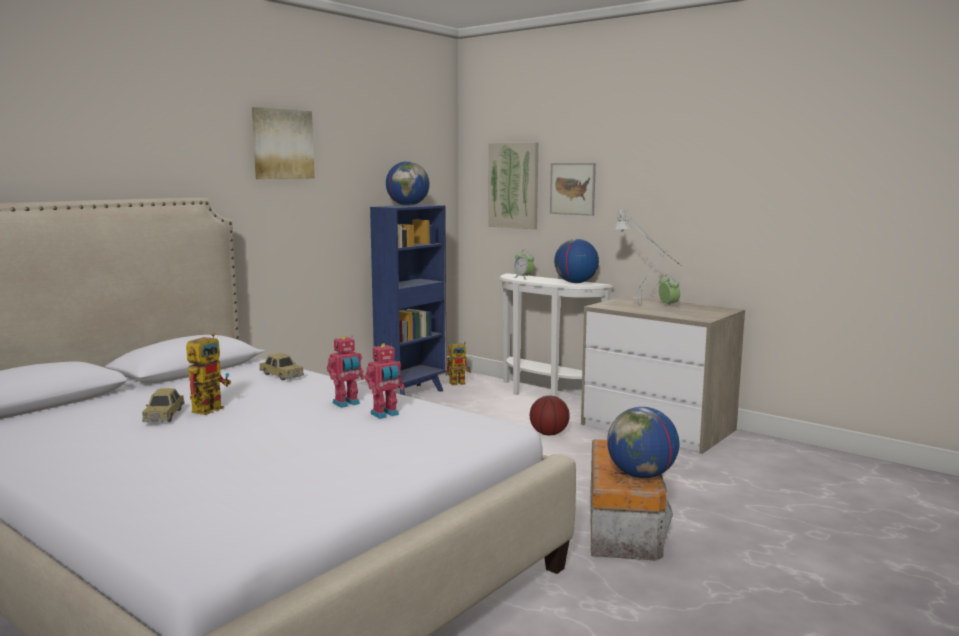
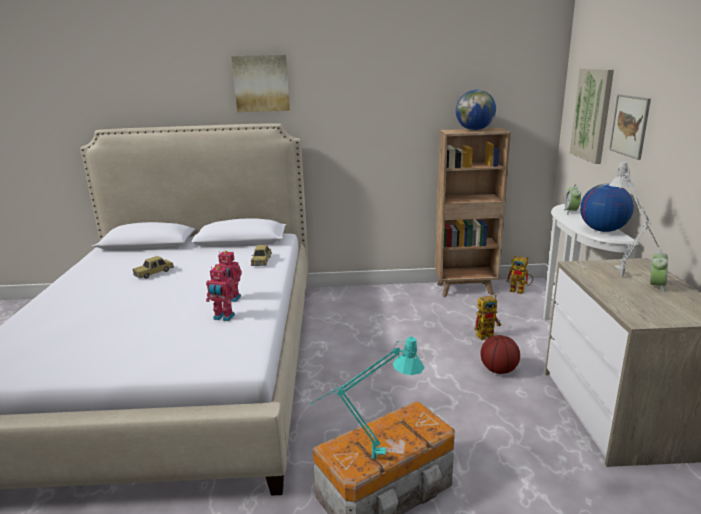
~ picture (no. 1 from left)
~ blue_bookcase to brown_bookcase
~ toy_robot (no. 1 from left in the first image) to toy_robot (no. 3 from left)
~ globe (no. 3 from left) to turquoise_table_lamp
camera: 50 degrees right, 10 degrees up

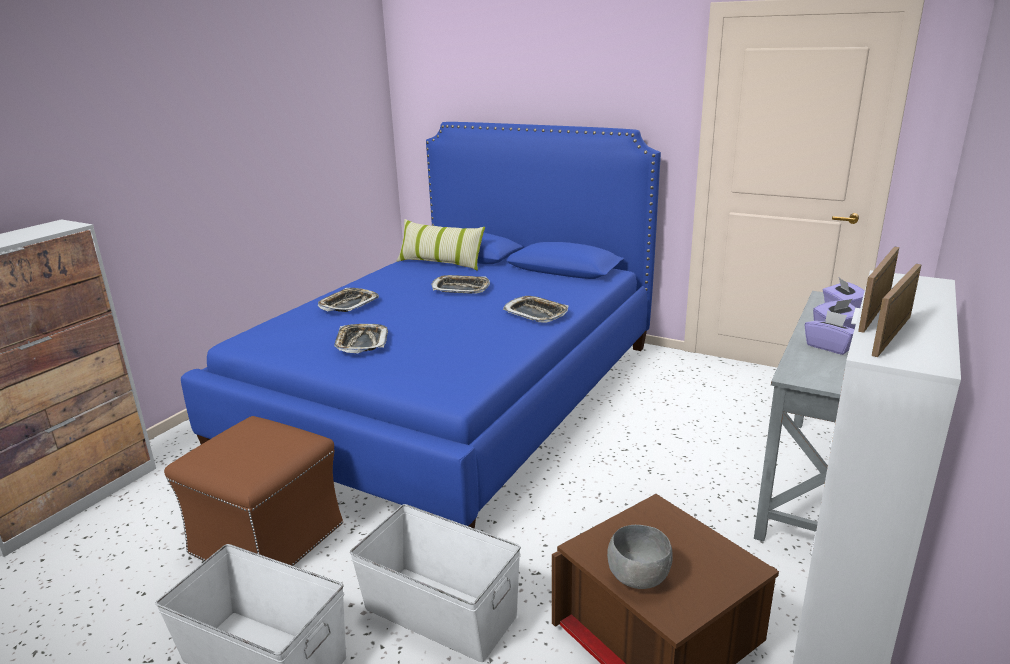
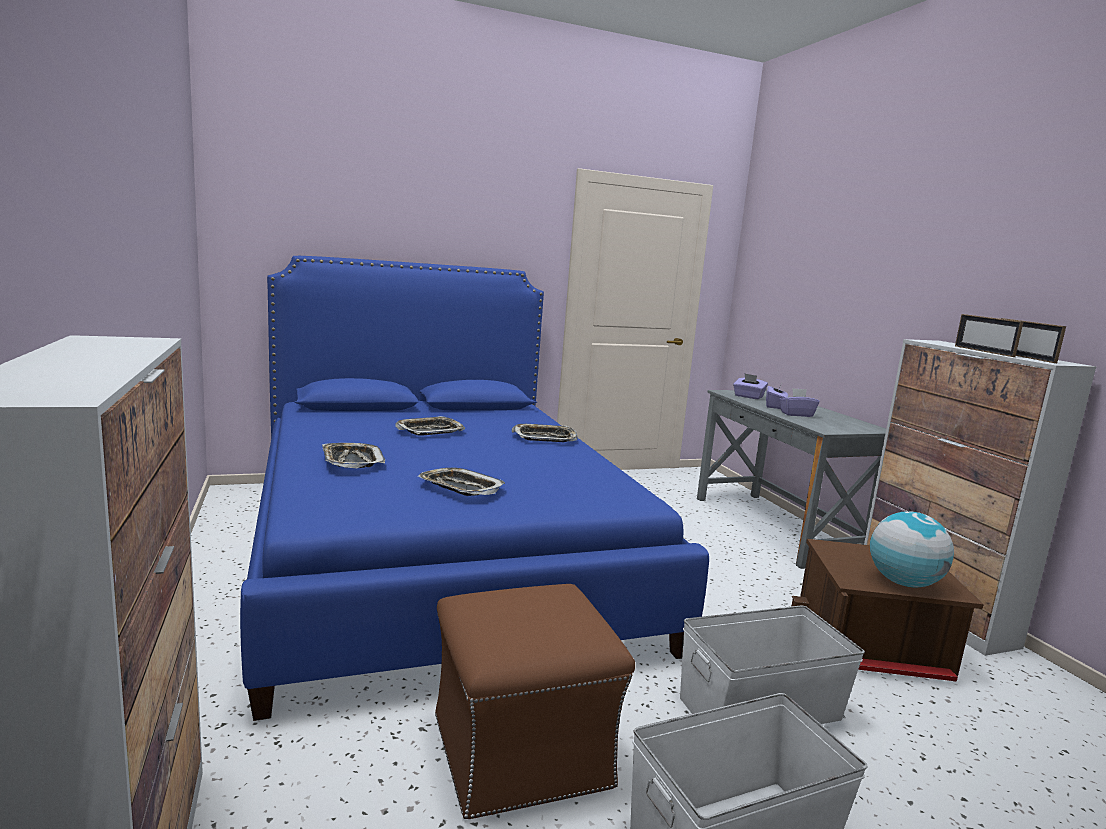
- pillow
~ grey_bowl to globe
camera: 50 degrees left, 10 degrees down

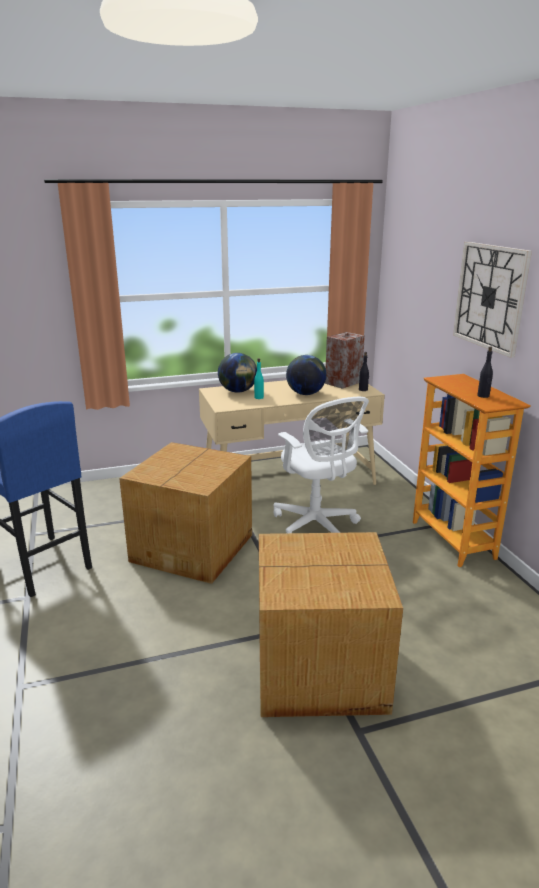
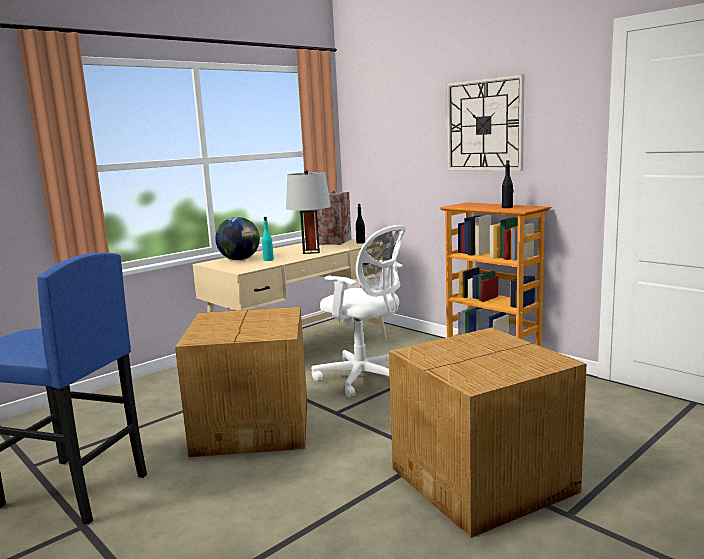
~ globe (no. 2 from left) to grey_table_lamp
camera: 25 degrees left, 10 degrees down

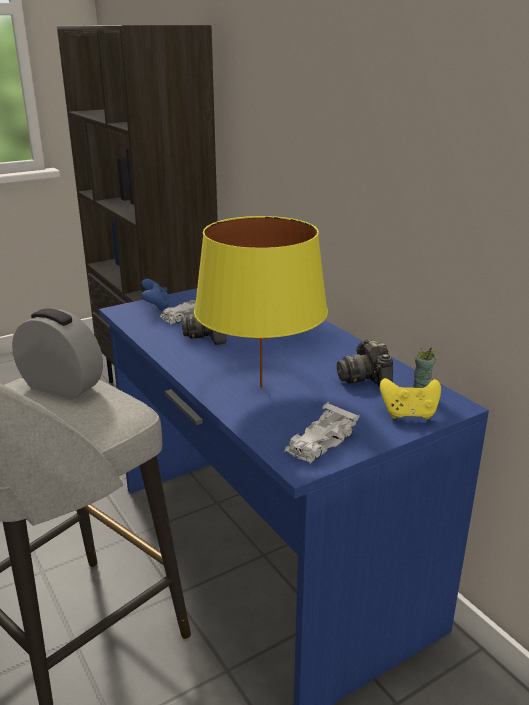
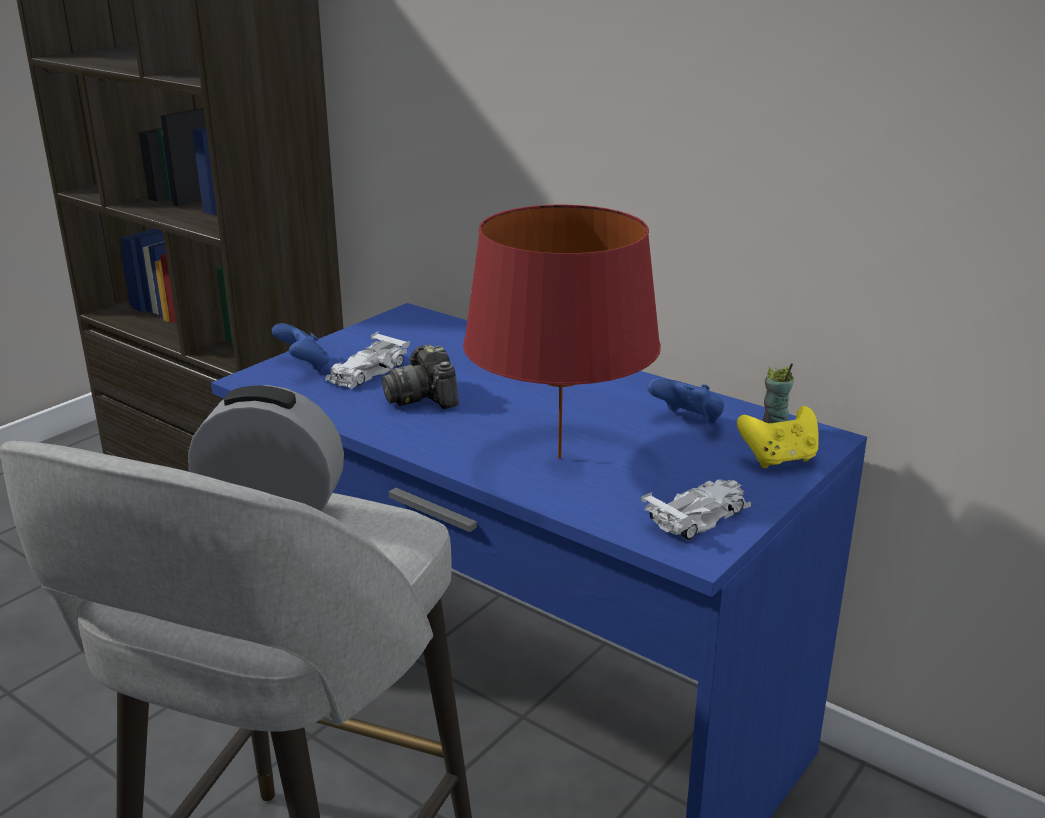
~ yellow_table_lamp to red_table_lamp
~ photo_camera (no. 2 from left) to blue_game_controller (no. 2 from left)
~ white_toy_car (no. 2 from left) 150 degrees counterclockwise
camera: 20 degrees left, 0 degrees up

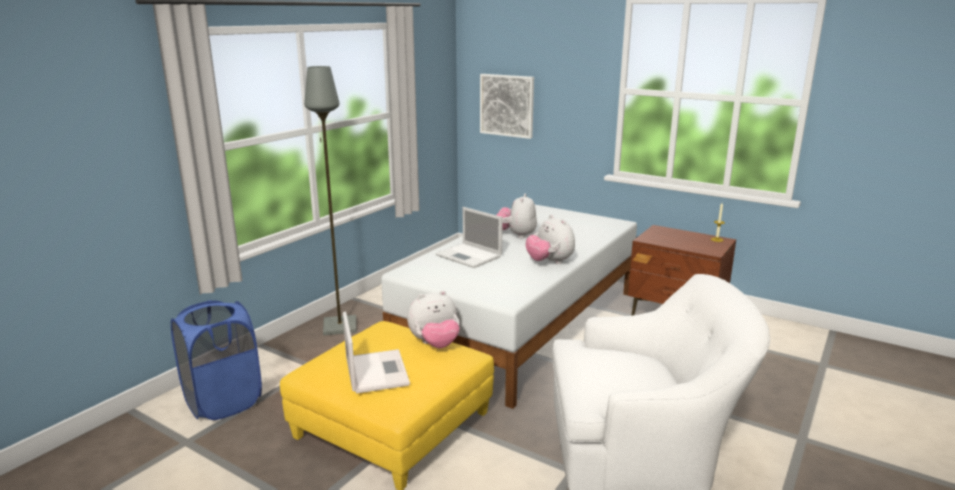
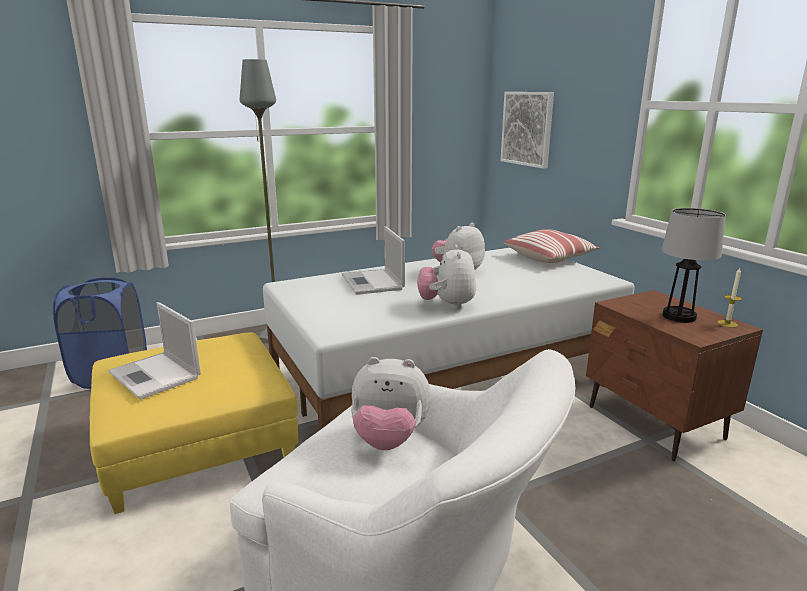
~ plush_toy (no. 1 from left)
~ laptop (no. 1 from left) 120 degrees clockwise
+ table_lamp
+ pillow
camera: 30 degrees right, 0 degrees up

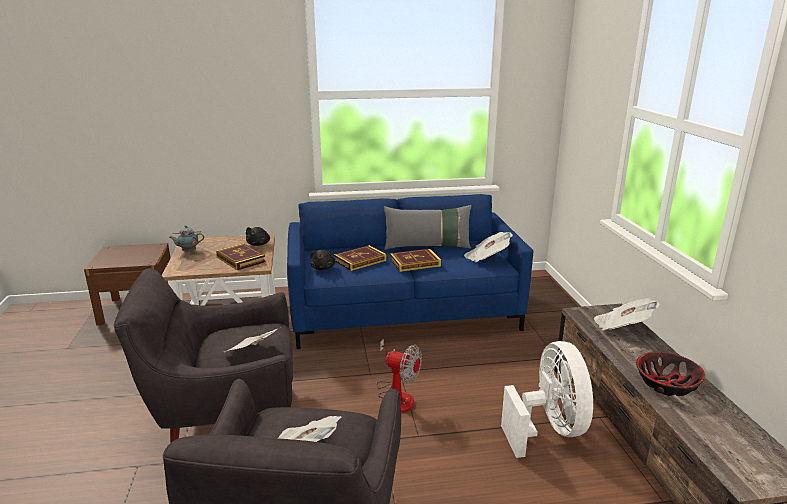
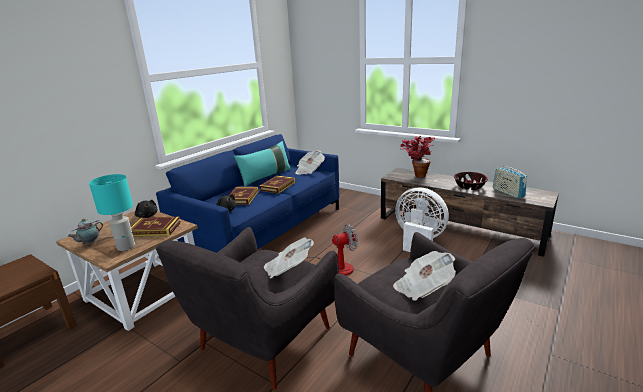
~ grey_pillow to turquoise_pillow
~ newspaper (no. 4 from left) to potted_plant
+ radio
+ turquoise_table_lamp
camera: 45 degrees left, 0 degrees up

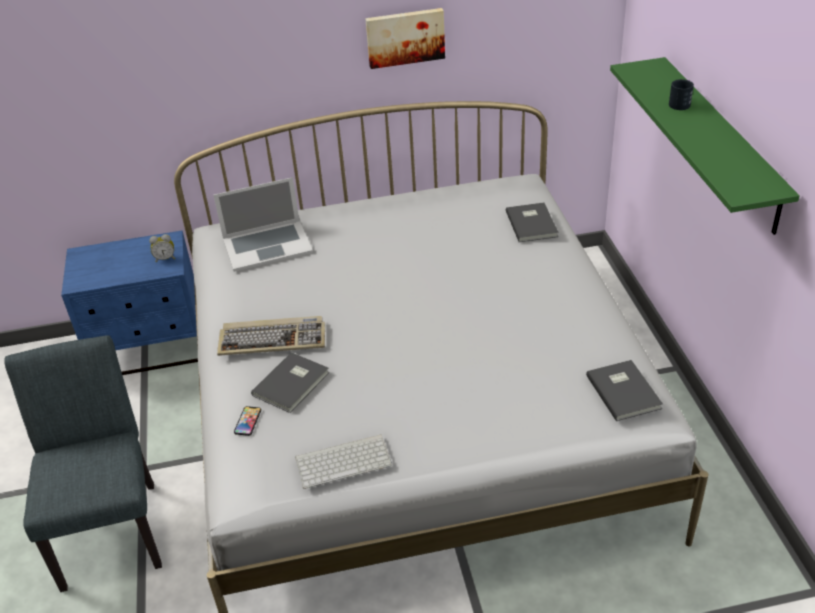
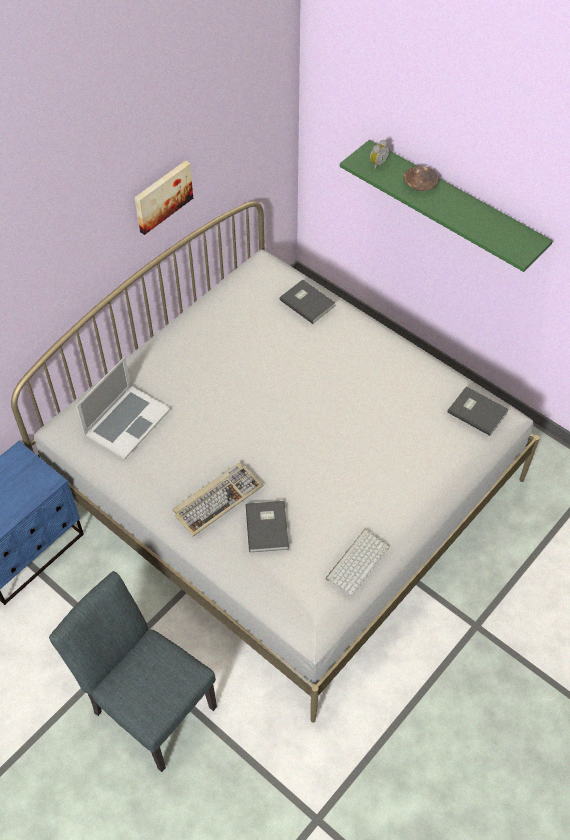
~ black_mug to brown_bowl
~ alarm_clock
- phone
camera: 40 degrees left, 15 degrees up

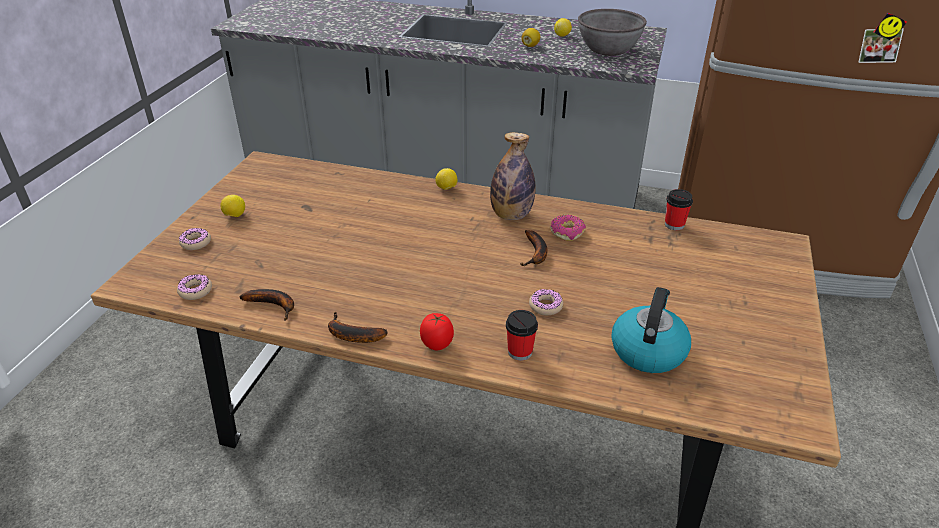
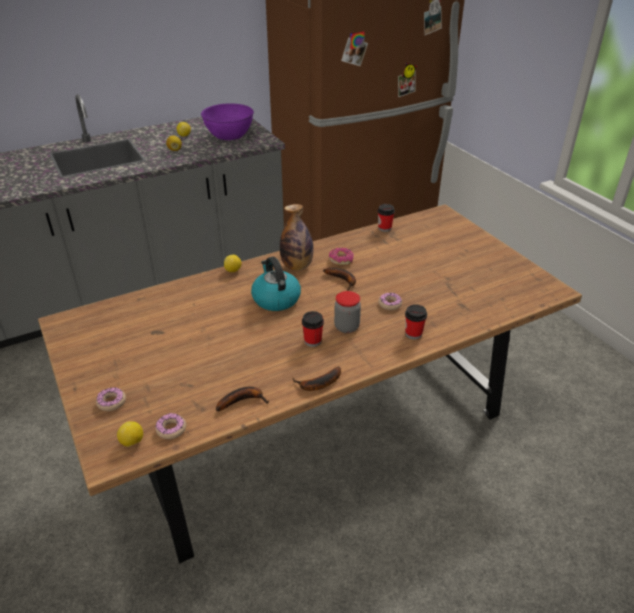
~ grey_bowl to purple_bowl
~ lemon (no. 1 from left)
~ kettle
- tomato
+ jar
+ cup (no. 1 from left)
camera: 45 degrees left, 0 degrees up

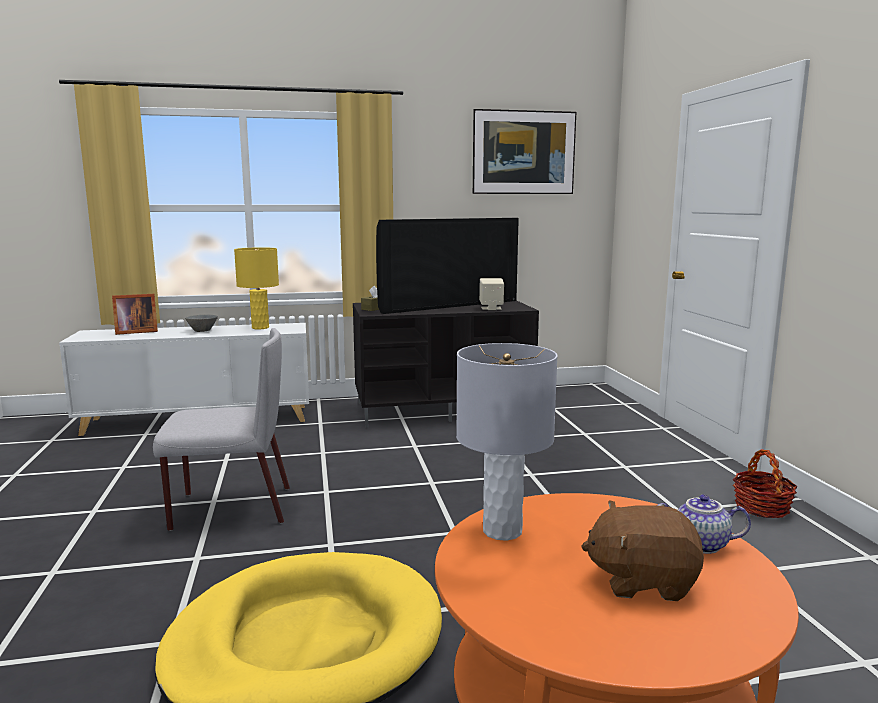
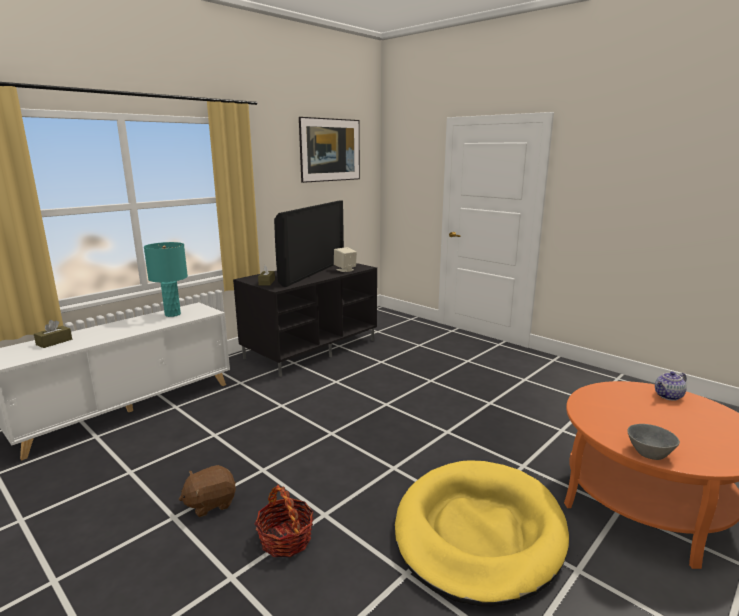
~ yellow_table_lamp to turquoise_table_lamp
~ picture_frame to brown_tissue_box (no. 1 from left)
~ grey_bowl
- grey_chair
- grey_table_lamp
~ basket
~ brown_plush_toy
camera: 35 degrees left, 5 degrees up

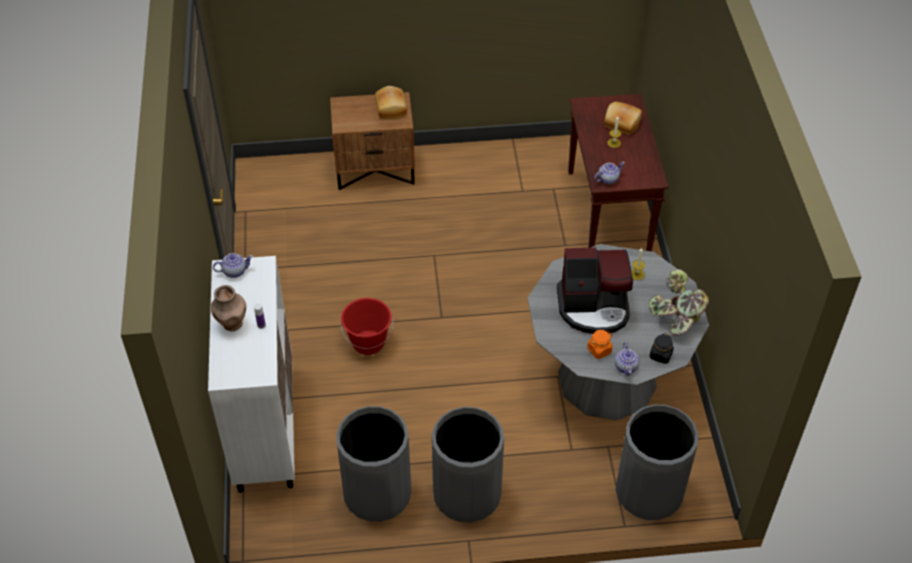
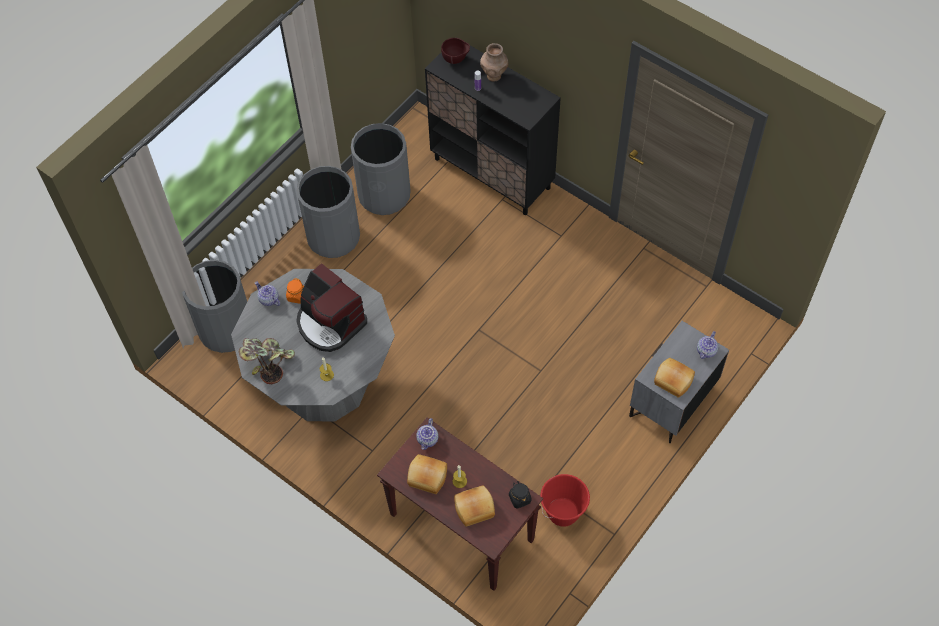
~ brown_nightstand to grey_nightstand
~ coffee_machine 90 degrees counterclockwise
~ teapot (no. 1 from left in the first image) to teapot (no. 3 from left)
~ white_cabinet to black_cabinet
~ red_bucket
~ black_jar
+ brown_bowl
+ bread (no. 1 from left)
camera: 135 degrees right, 10 degrees up

